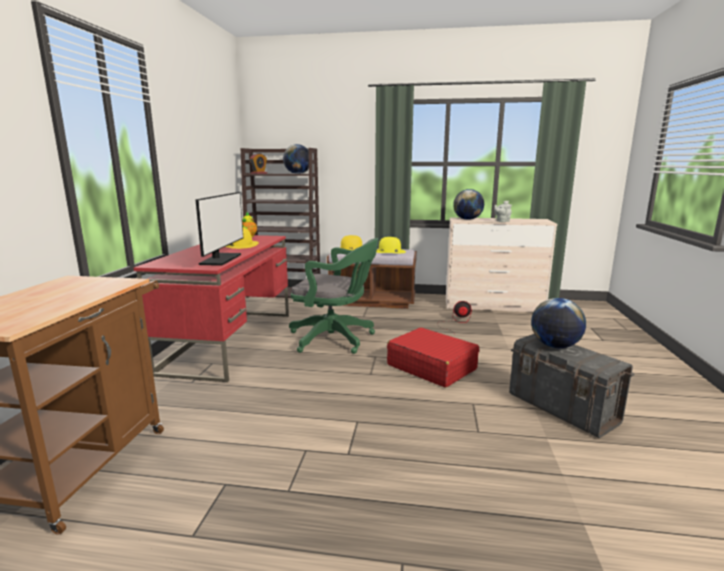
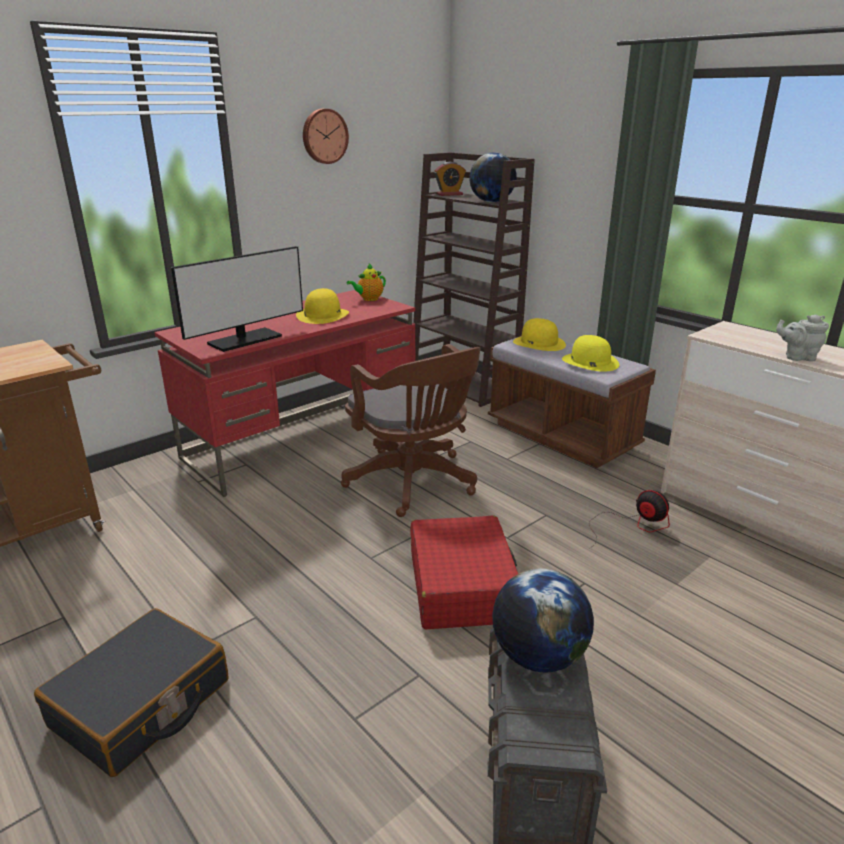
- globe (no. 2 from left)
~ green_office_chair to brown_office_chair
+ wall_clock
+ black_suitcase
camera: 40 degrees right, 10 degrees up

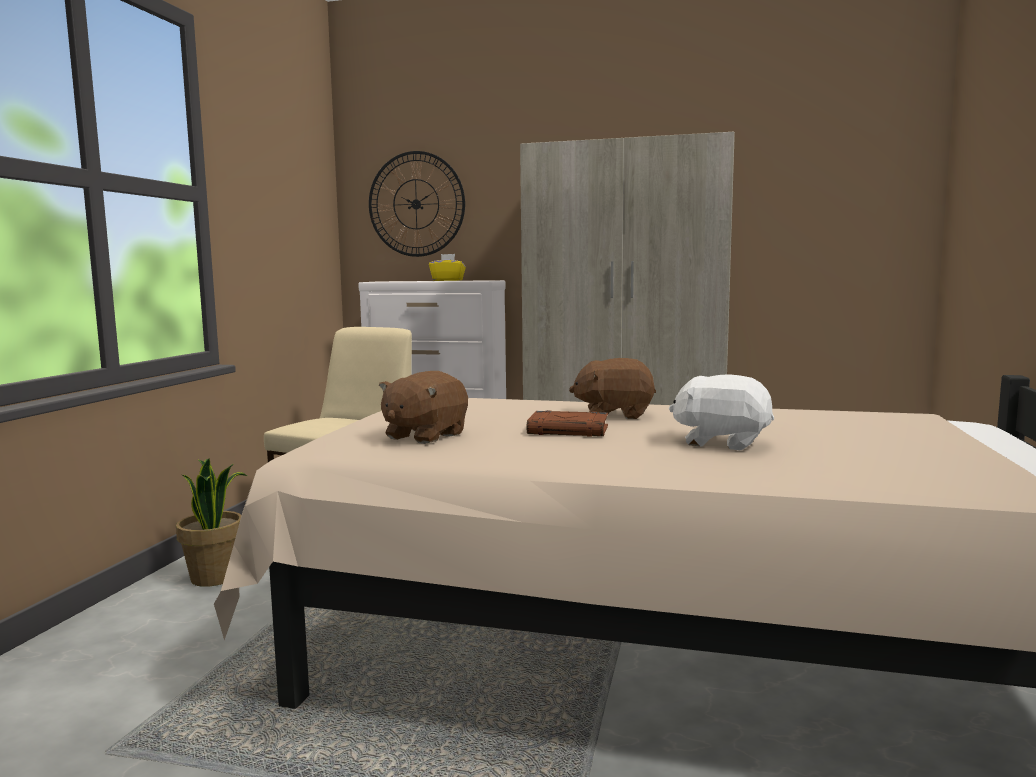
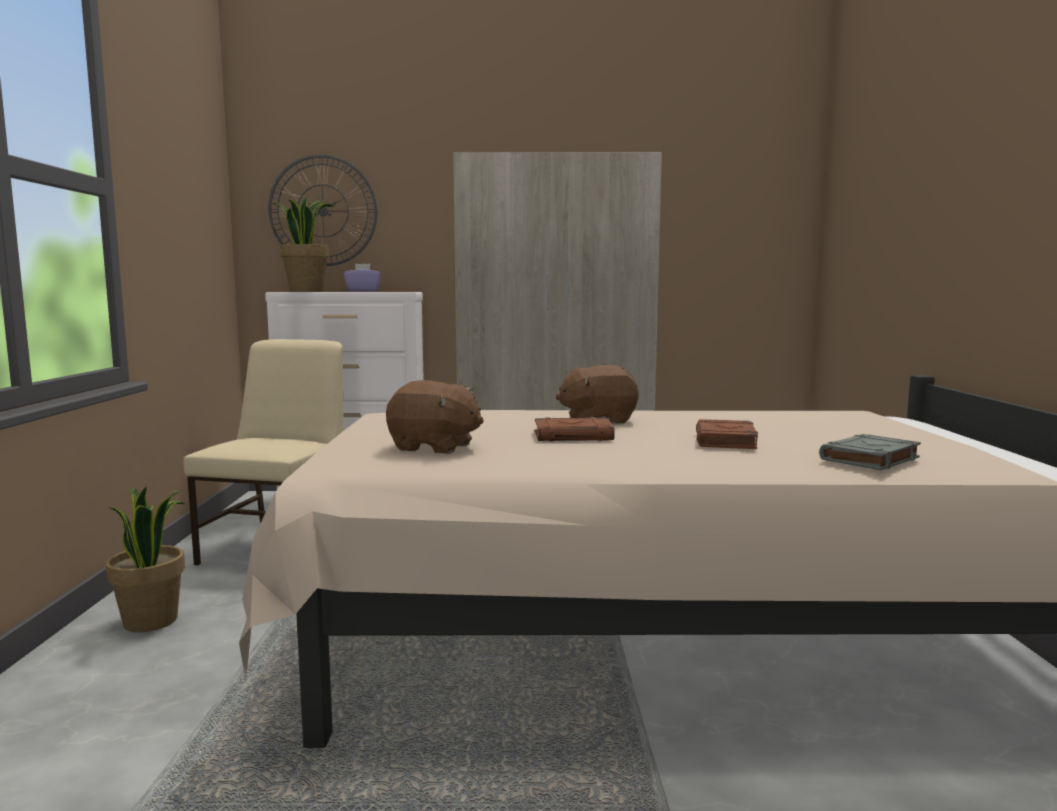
~ yellow_tissue_box to purple_tissue_box
~ brown_plush_toy (no. 1 from left) 90 degrees counterclockwise
~ white_plush_toy to brown_book (no. 2 from left)
+ potted_plant (no. 2 from left)
+ grey_book
camera: 15 degrees left, 0 degrees up

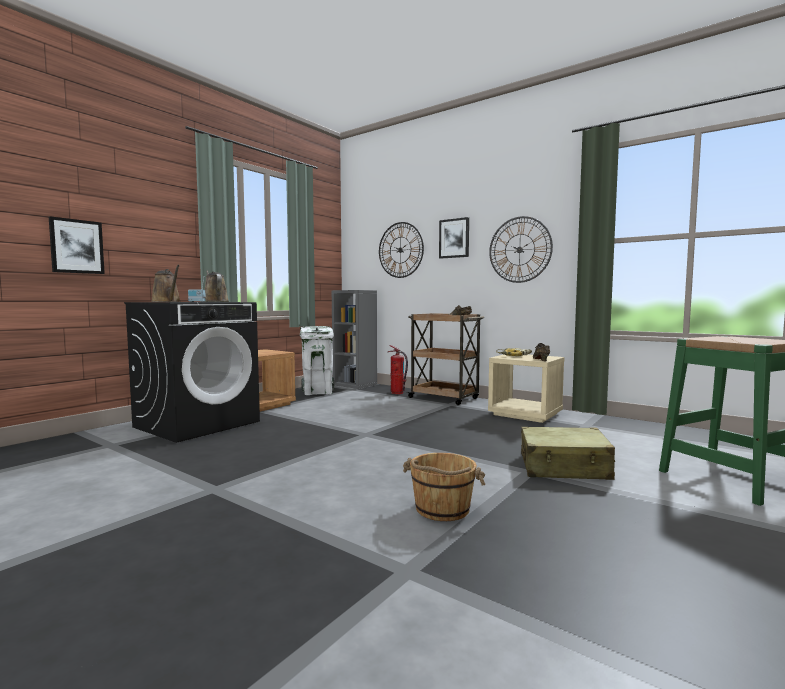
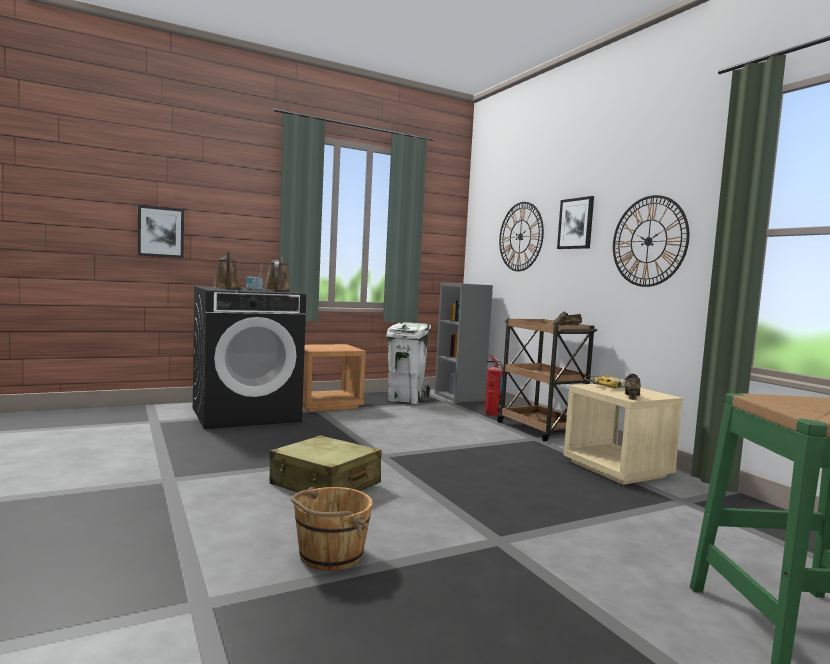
~ beige_suitcase
camera: 25 degrees right, 0 degrees up

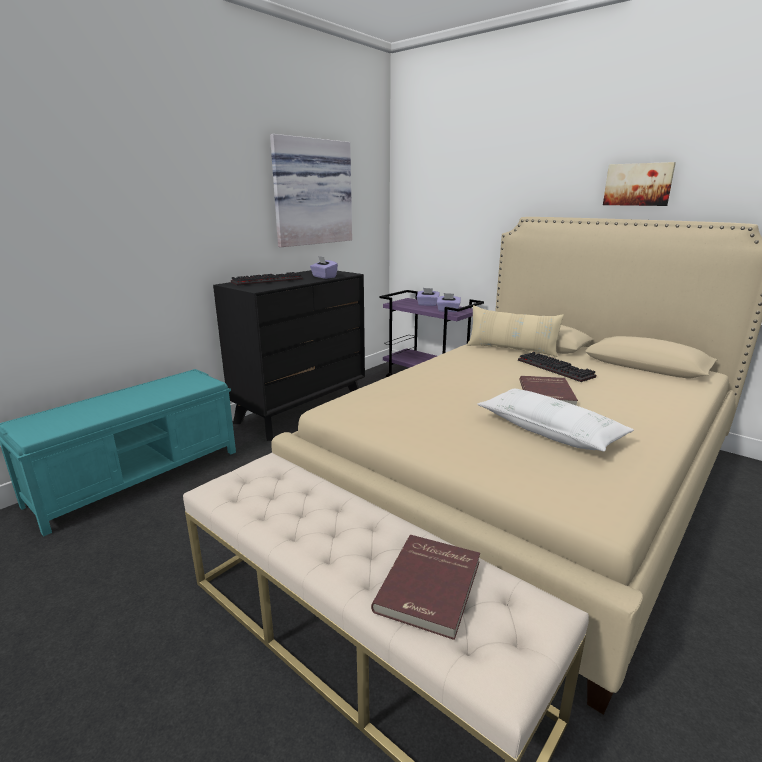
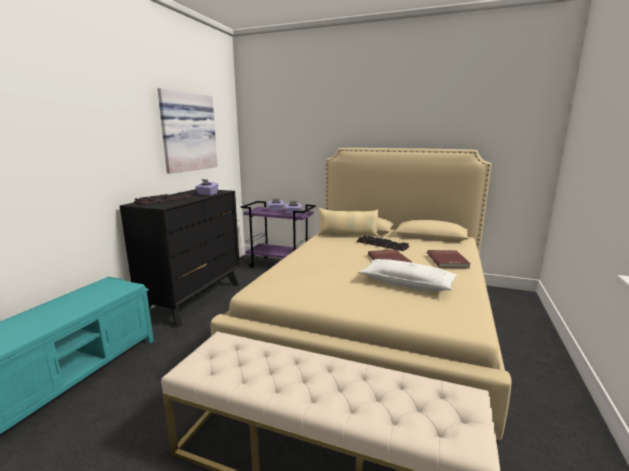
- picture (no. 2 from left)
~ red_book (no. 1 from left in the first image) to red_book (no. 2 from left)
camera: 20 degrees left, 5 degrees down

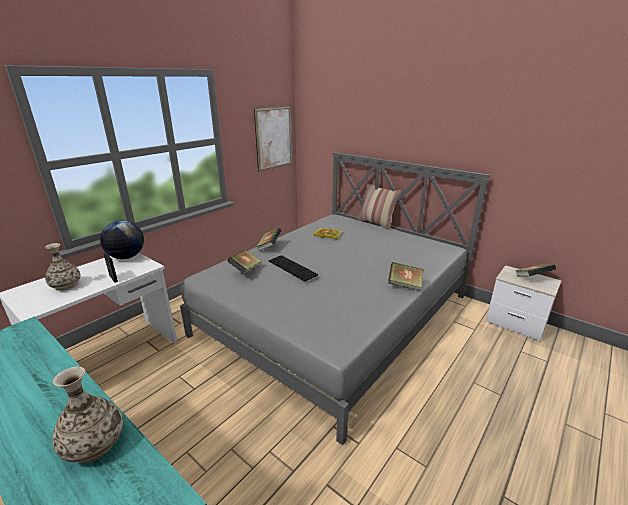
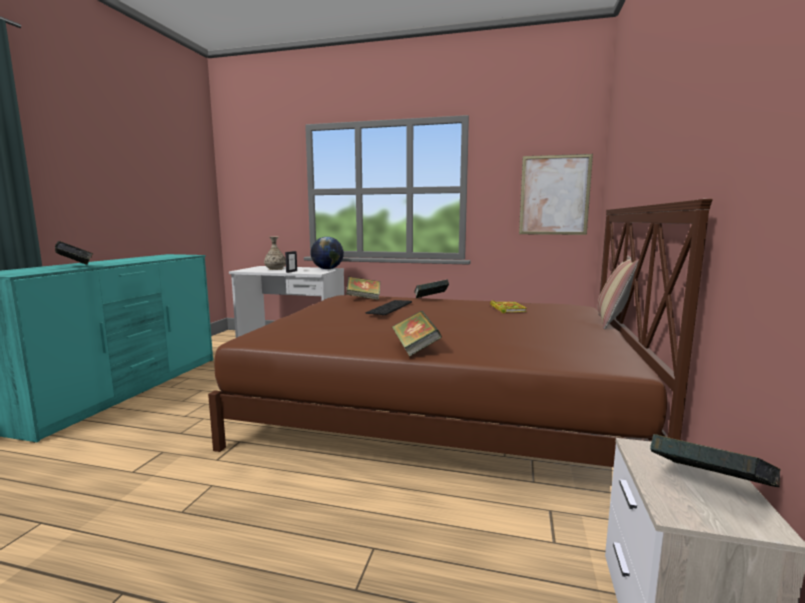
~ grey_bed to brown_bed
~ vase (no. 2 from left) to book (no. 1 from left)
camera: 65 degrees right, 15 degrees down

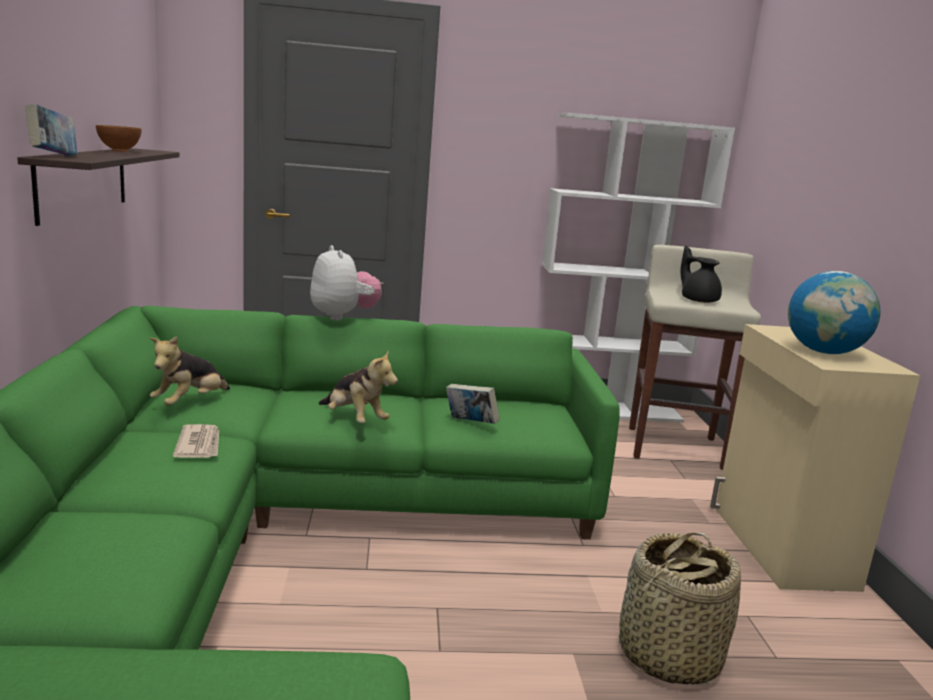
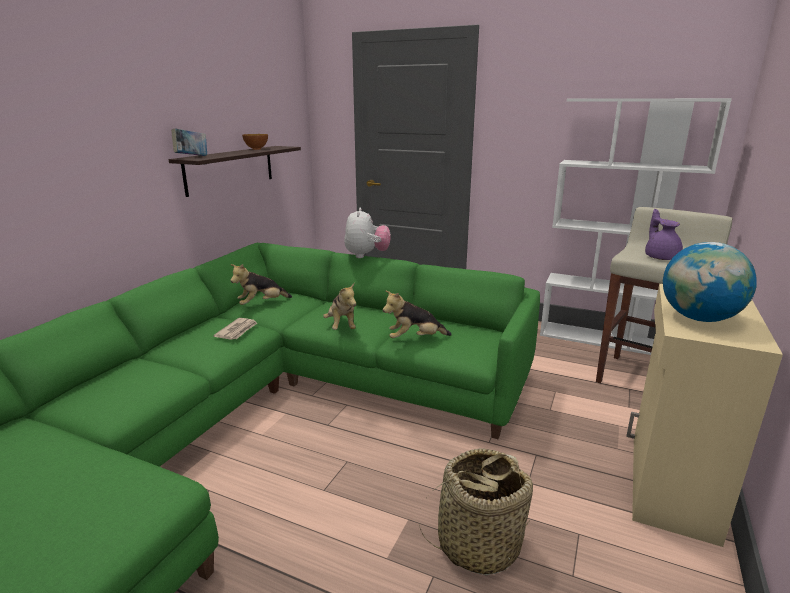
~ black_teapot to purple_teapot
~ book (no. 2 from left) to plush_toy (no. 4 from left)
camera: 30 degrees right, 5 degrees up

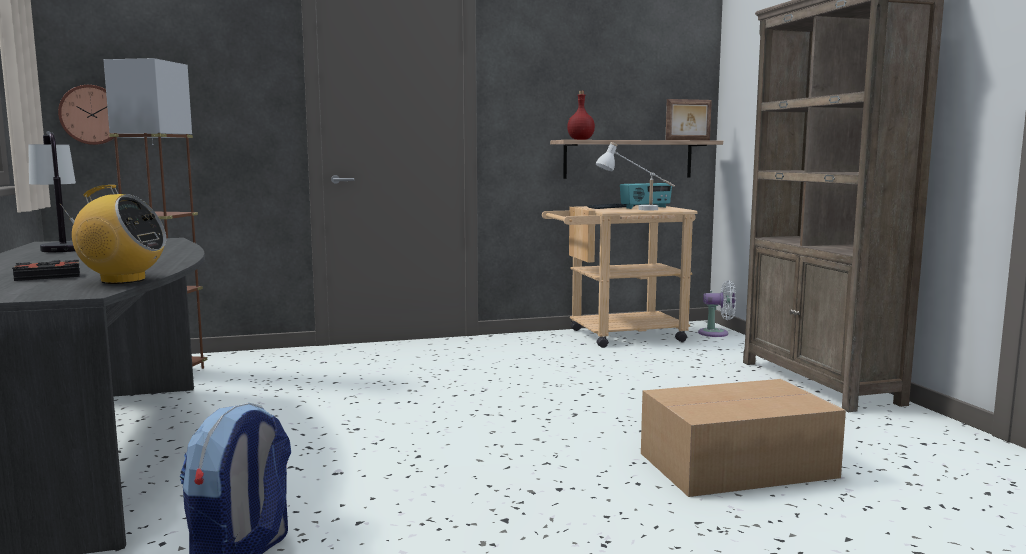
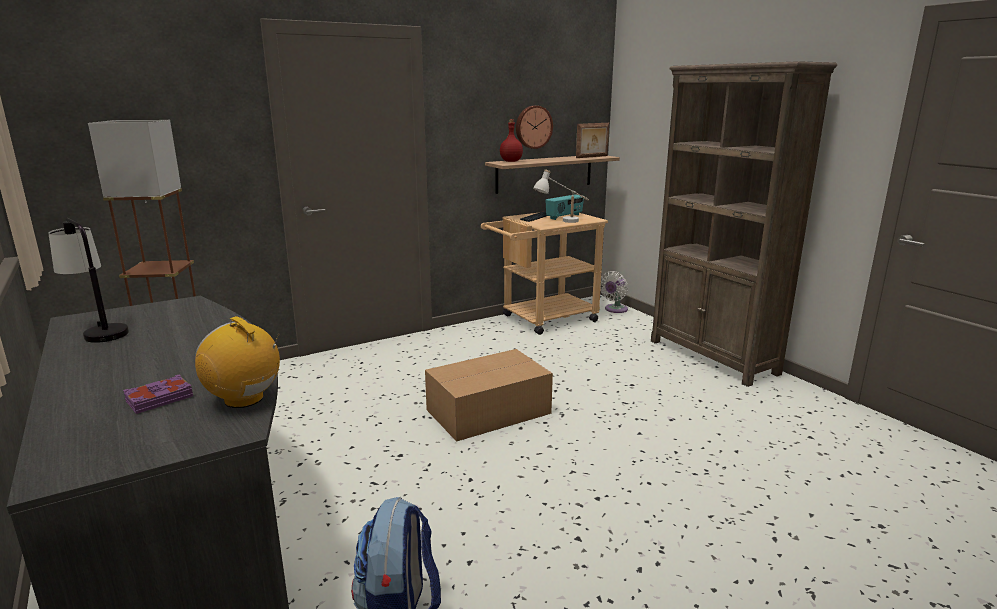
~ wall_clock
~ radio (no. 1 from left) 135 degrees counterclockwise
~ black_book to purple_book
~ white_fan 135 degrees clockwise
~ cardboard_box
camera: 15 degrees left, 10 degrees up

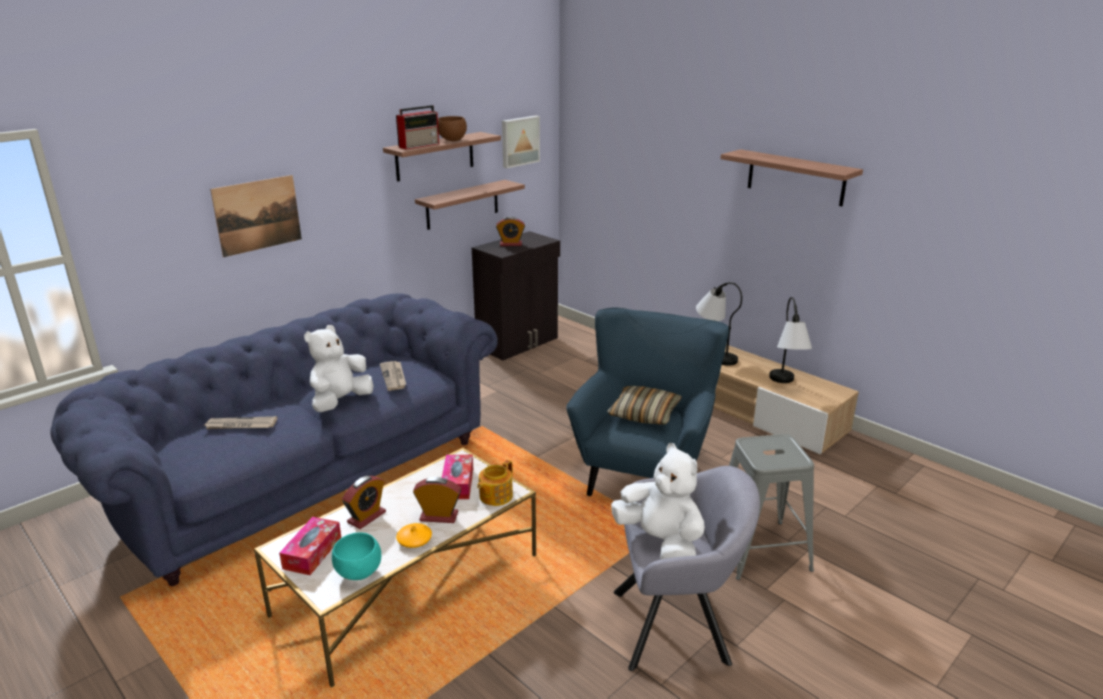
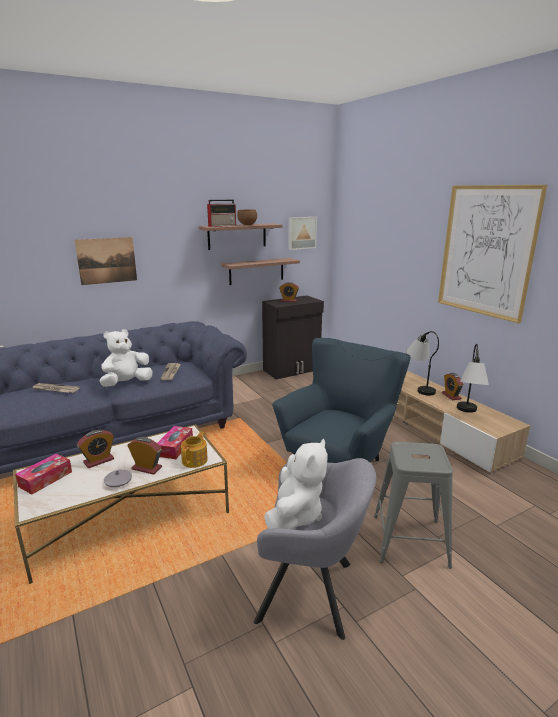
~ shelf (no. 3 from left) to picture (no. 3 from left)
- pillow
~ white_plush_toy (no. 2 from left) 45 degrees clockwise
~ teapot 150 degrees clockwise
~ orange_vase to grey_vase
- turquoise_bowl
+ alarm_clock (no. 4 from left)
camera: 15 degrees right, 5 degrees down

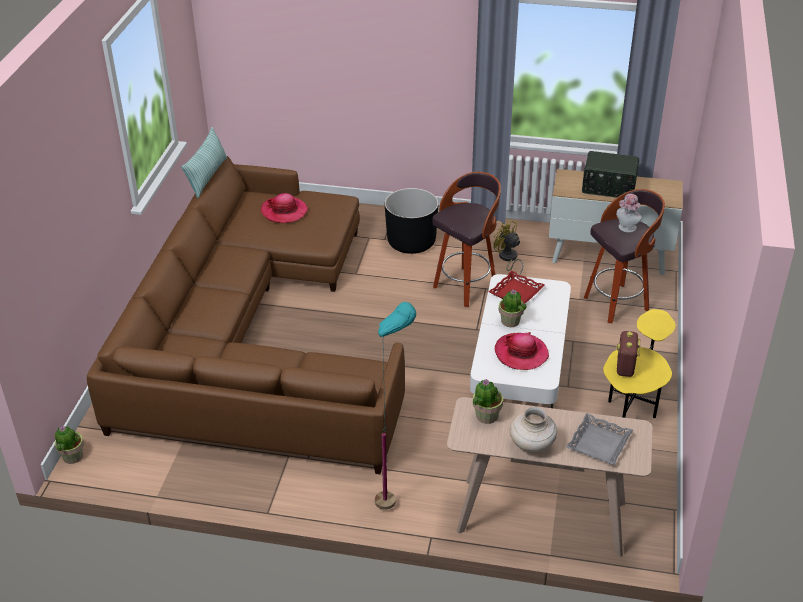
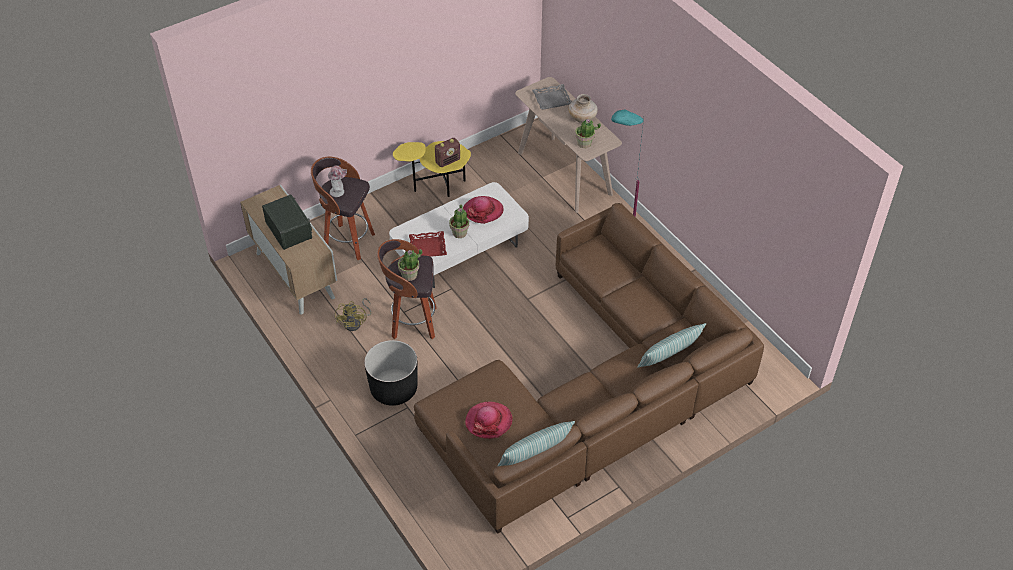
~ potted_plant (no. 1 from left)
+ pillow (no. 2 from left)
camera: 135 degrees left, 10 degrees up

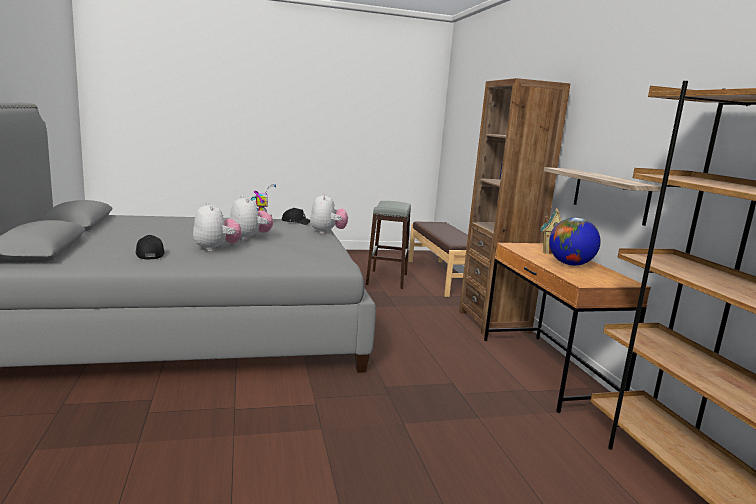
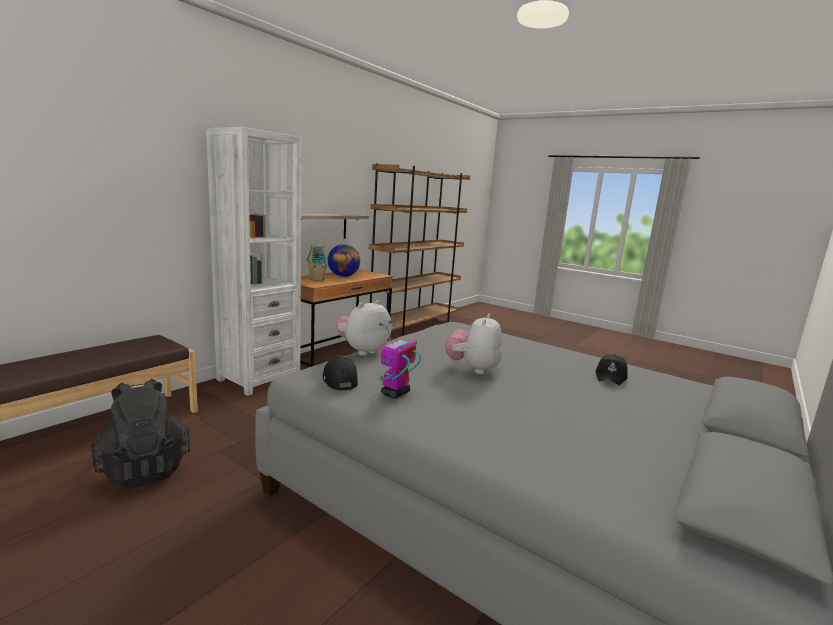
~ brown_bookcase (no. 1 from left) to white_bookcase
~ grey_stool to black_backpack
- plush_toy (no. 1 from left)
camera: 130 degrees left, 0 degrees up

